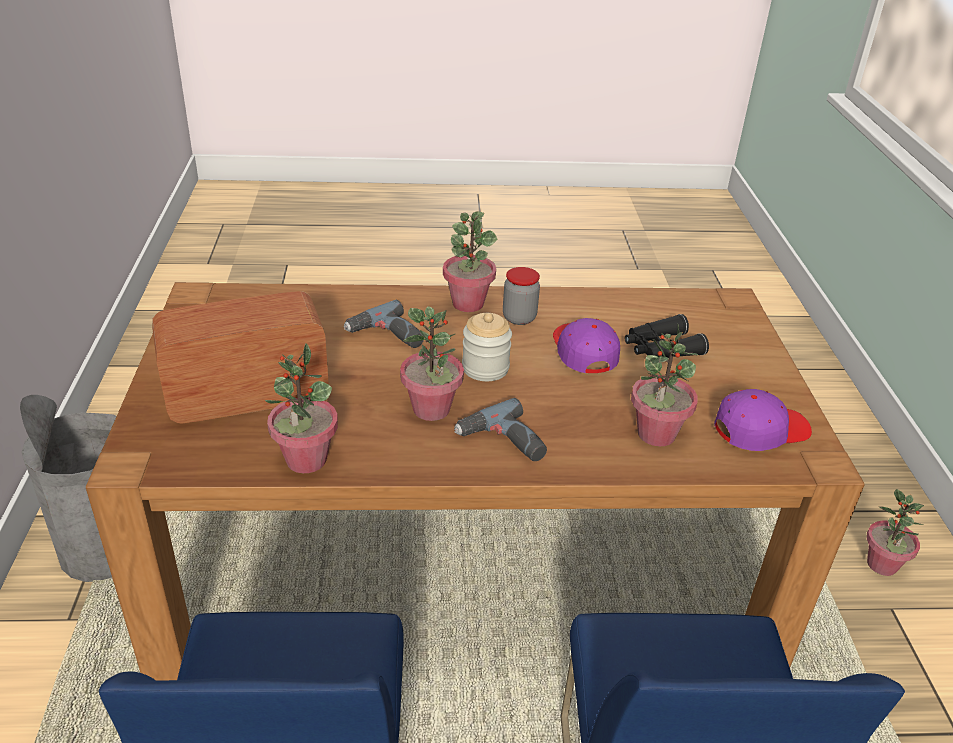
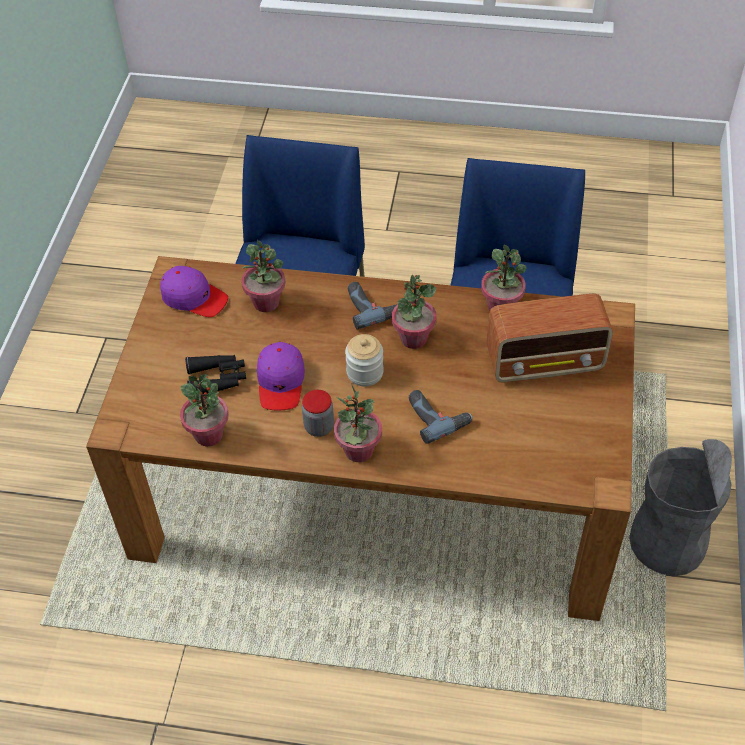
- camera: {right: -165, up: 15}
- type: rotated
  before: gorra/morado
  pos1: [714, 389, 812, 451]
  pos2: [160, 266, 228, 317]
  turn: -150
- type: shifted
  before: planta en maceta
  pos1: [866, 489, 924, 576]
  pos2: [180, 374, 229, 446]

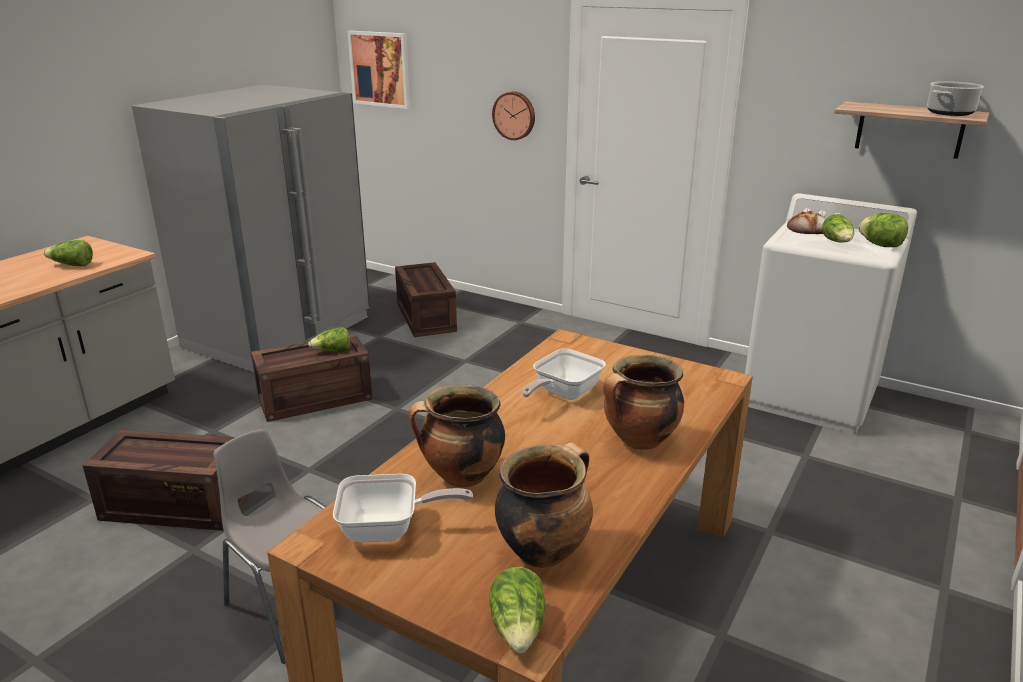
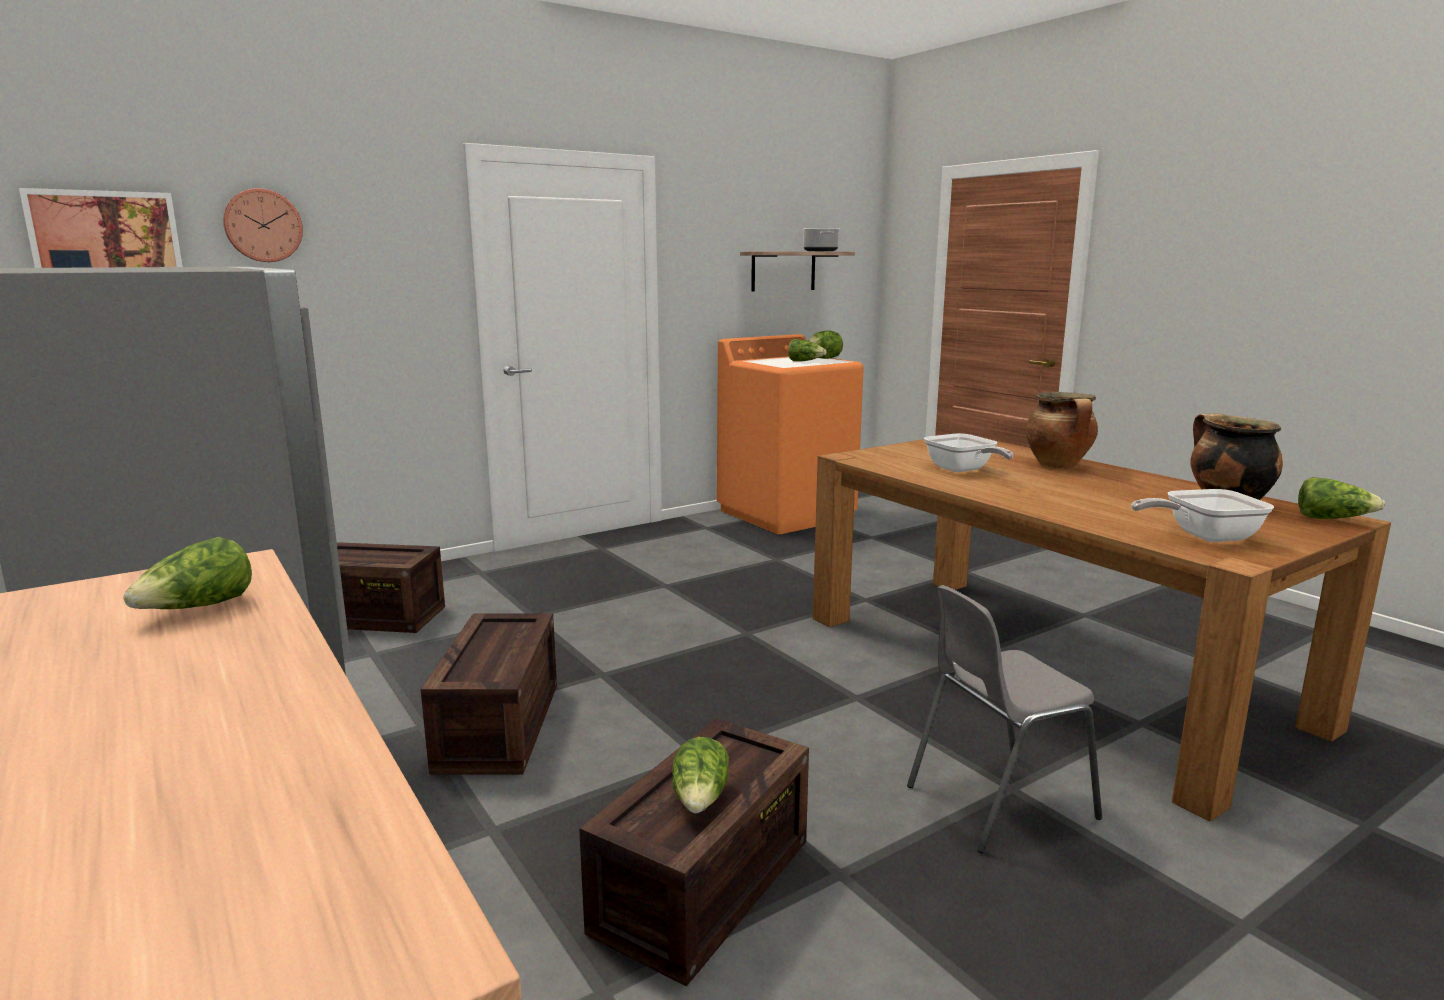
- camera: {right: -65, up: -10}
- type: shifted
  before: reloj de pared
  pos1: [492, 92, 535, 140]
  pos2: [223, 188, 303, 262]
- type: shifted
  before: lechuga
  pos1: [308, 327, 350, 351]
  pos2: [672, 737, 729, 813]
- type: repainted
  before: lavadora/blanco
  after: lavadora/naranja
  pos1: [745, 193, 917, 434]
  pos2: [717, 334, 864, 534]
- type: rotated
  before: sartén
  pos1: [333, 474, 473, 543]
  pos2: [1131, 489, 1274, 542]
  turn: -120
- type: gone
  before: olla
  pos1: [409, 384, 505, 487]
- type: gone
  before: pan
  pos1: [787, 211, 826, 234]

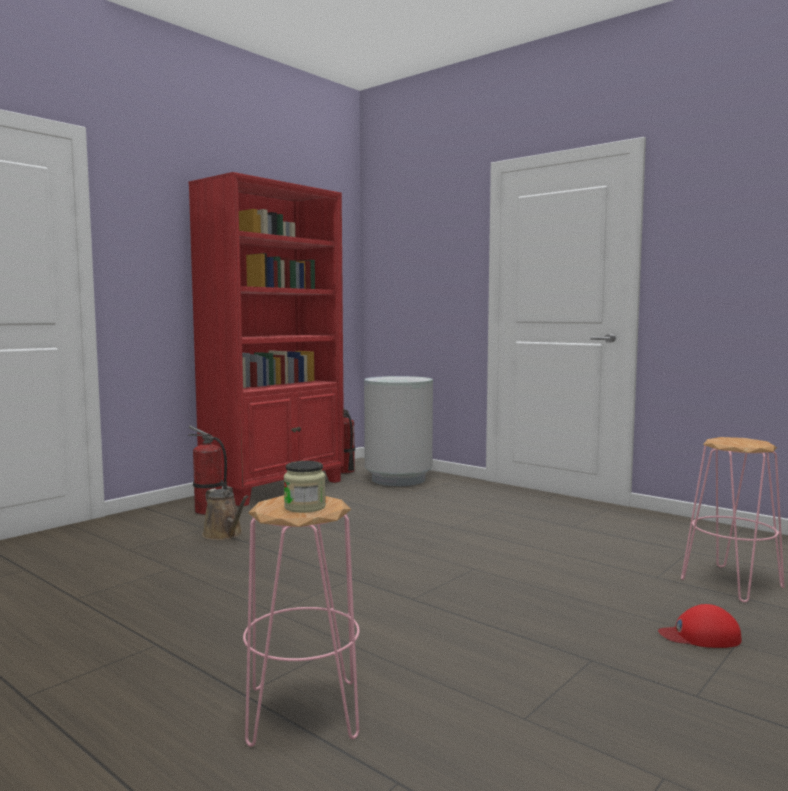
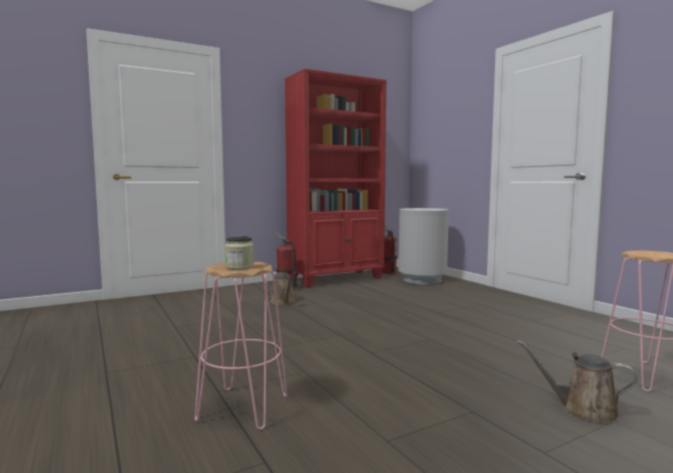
- camera: {right: 20, up: 0}
- type: swapped
  before: gorra/rojo
  after: regadera/marrón
  pos1: [658, 604, 742, 648]
  pos2: [517, 340, 637, 424]

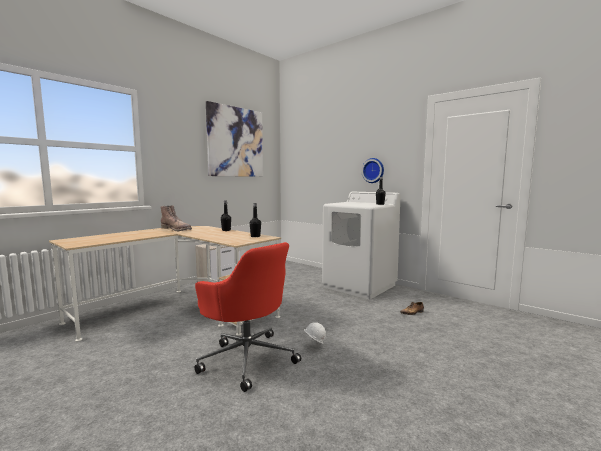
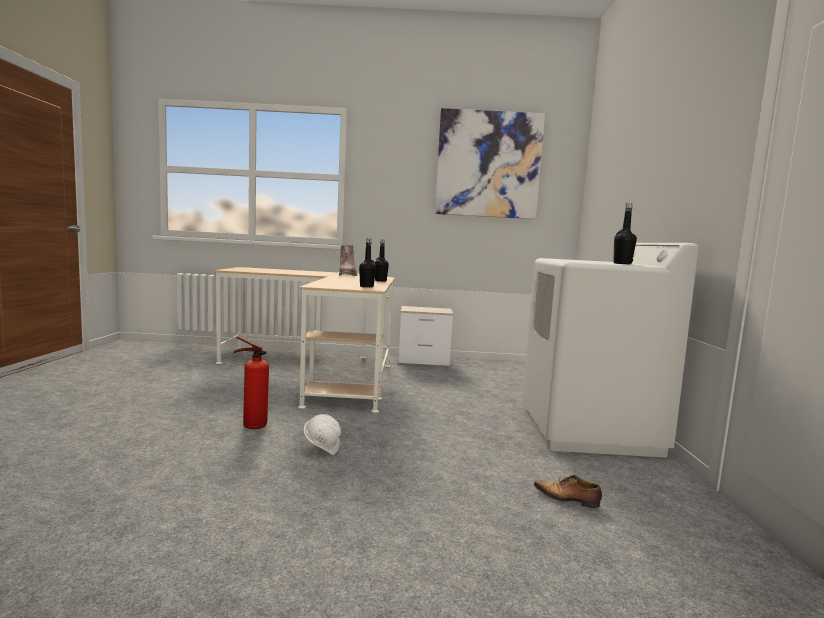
- camera: {right: 50, up: 0}
- type: swapped
  before: silla de oficina/rojo
  after: extintor
  pos1: [195, 242, 301, 392]
  pos2: [233, 336, 269, 429]
- type: gone
  before: reloj de pared
  pos1: [361, 158, 384, 183]

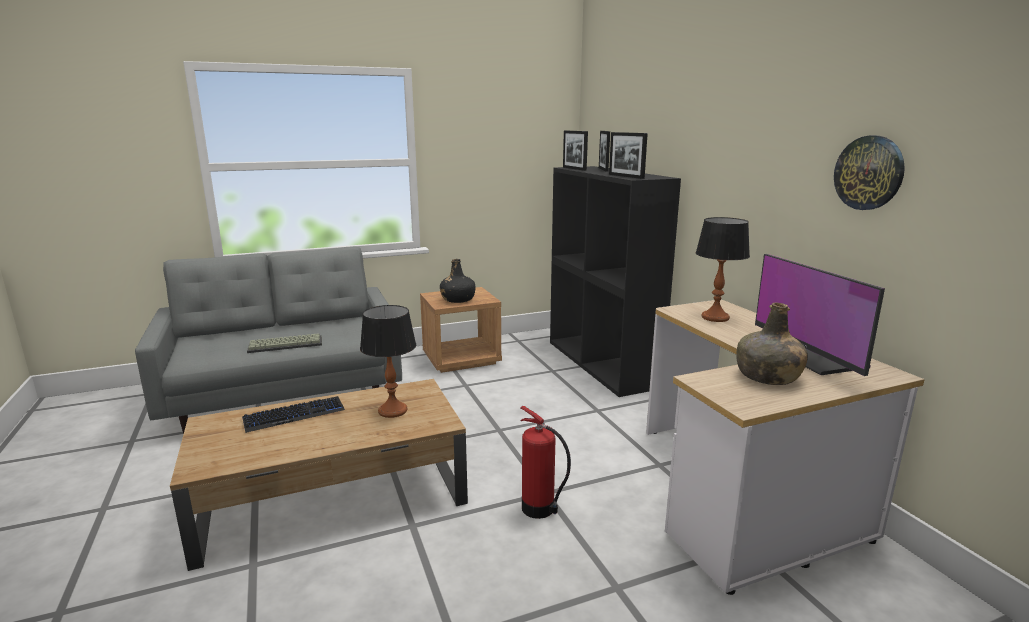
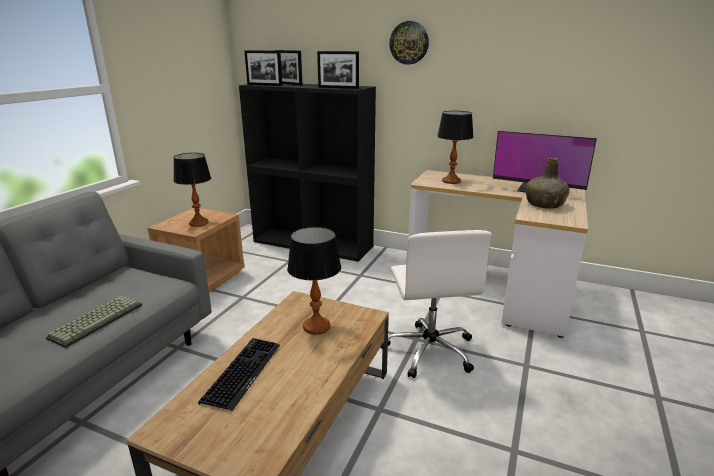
- camera: {right: -45, up: 5}
- type: swapped
  before: botella/negro
  after: lámpara de mesa
  pos1: [440, 259, 476, 303]
  pos2: [173, 153, 211, 227]
- type: swapped
  before: extintor
  after: silla de oficina/blanco
  pos1: [520, 406, 571, 519]
  pos2: [380, 230, 492, 378]
- type: shifted
  before: reloj de pared
  pos1: [834, 136, 905, 210]
  pos2: [389, 21, 429, 65]

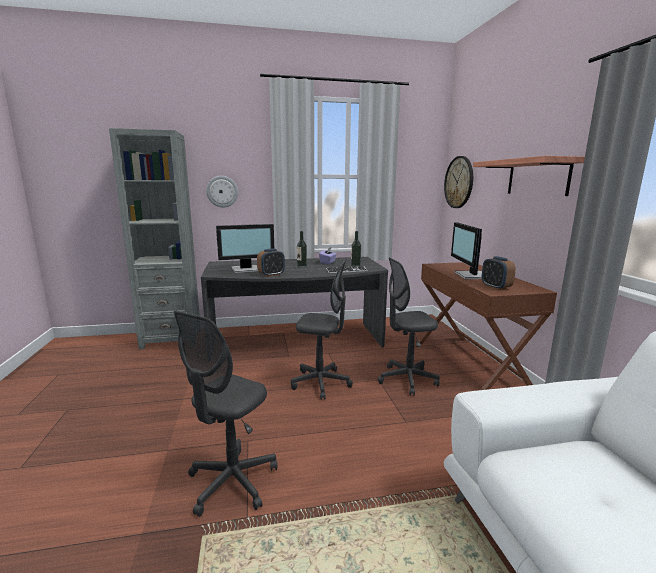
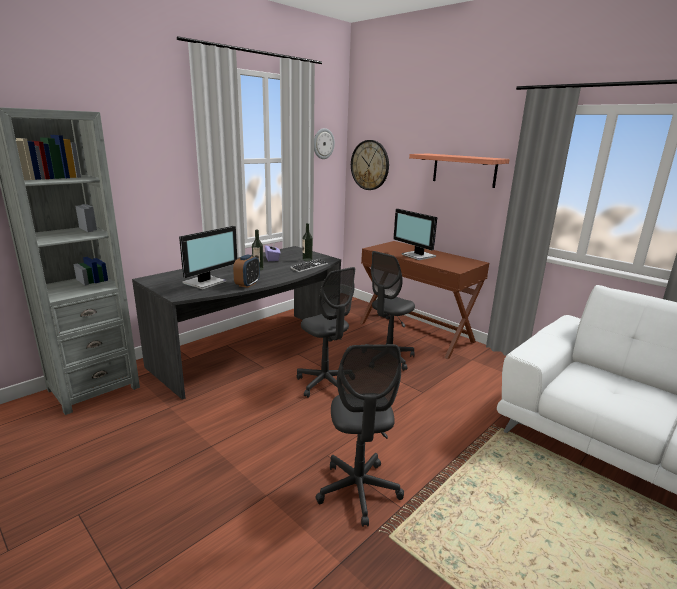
- camera: {right: -35, up: 5}
- type: rotated
  before: silla de oficina/gris
  pos1: [291, 259, 353, 400]
  pos2: [297, 267, 355, 397]
  turn: 75
- type: shifted
  before: reloj de pared
  pos1: [206, 176, 238, 208]
  pos2: [314, 128, 335, 159]
- type: gone
  before: despertador
  pos1: [482, 256, 516, 290]

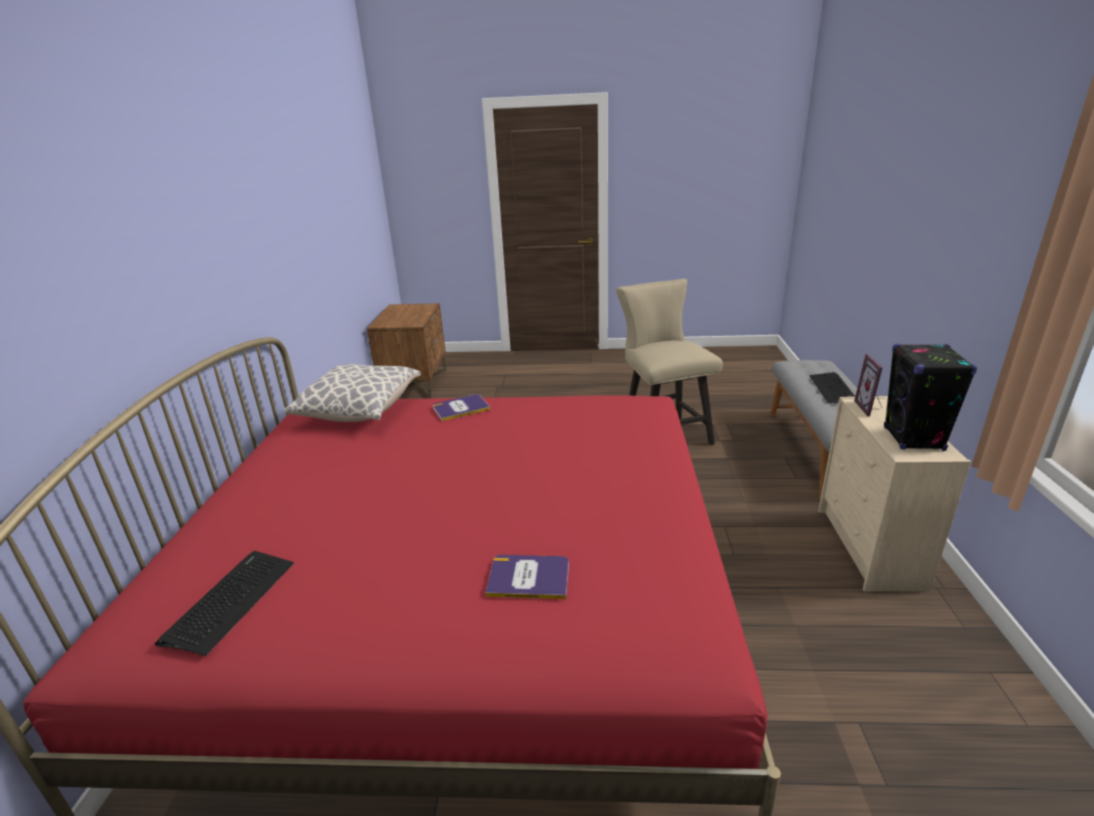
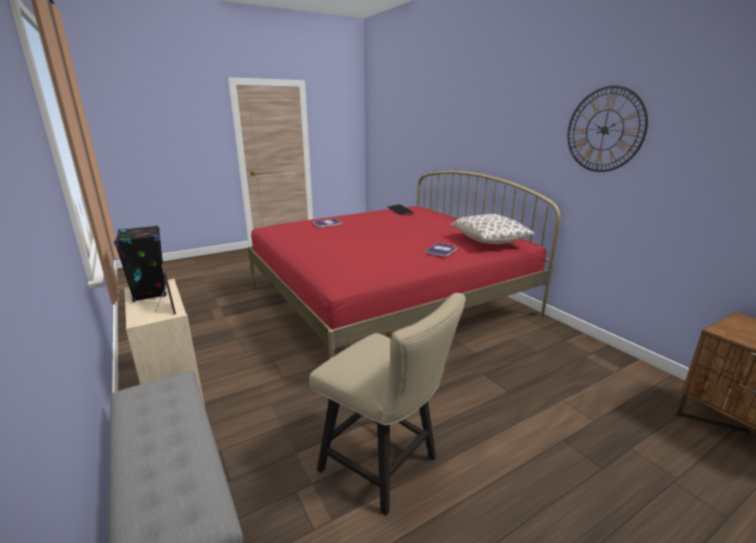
- camera: {right: 145, up: -5}
- type: new
  after: reloj de pared
  pos2: [567, 86, 648, 172]
- type: gone
  before: teclado
  pos1: [809, 372, 855, 403]

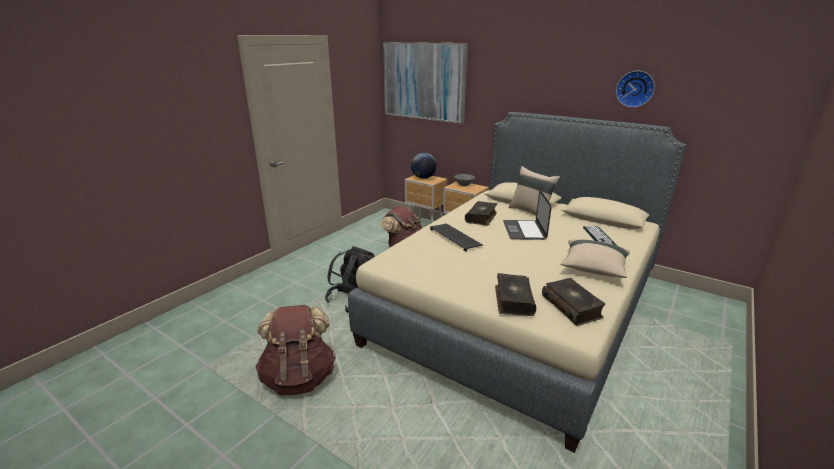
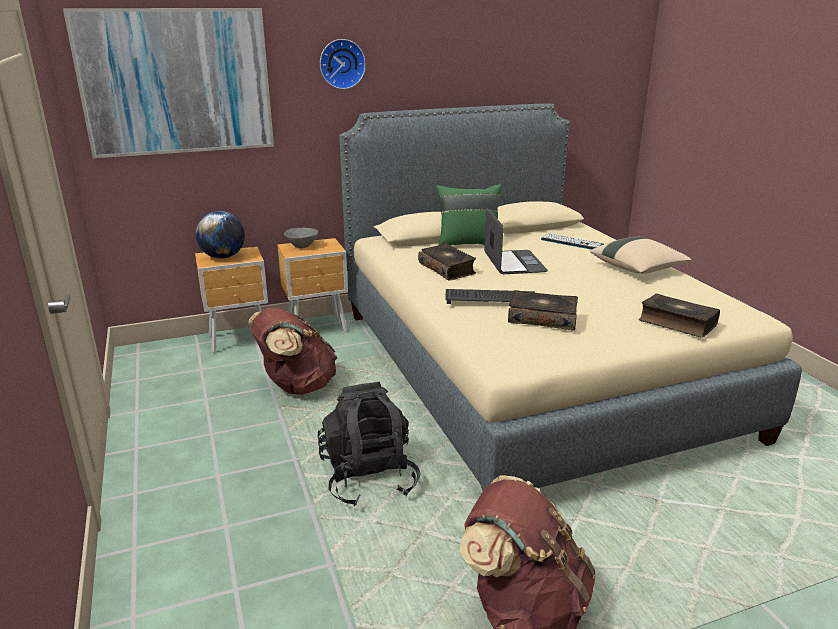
- camera: {right: -55, up: 0}
- type: shifted
  before: reloj de pared
  pos1: [616, 71, 655, 108]
  pos2: [320, 39, 366, 89]
- type: repainted
  before: cojín/beis
  after: cojín/verde
  pos1: [509, 166, 560, 216]
  pos2: [436, 184, 501, 245]
- type: rotated
  before: portátil
  pos1: [503, 190, 552, 240]
  pos2: [484, 208, 548, 274]
  turn: -135
- type: shifted
  before: libro
  pos1: [542, 278, 605, 326]
  pos2: [508, 290, 578, 331]

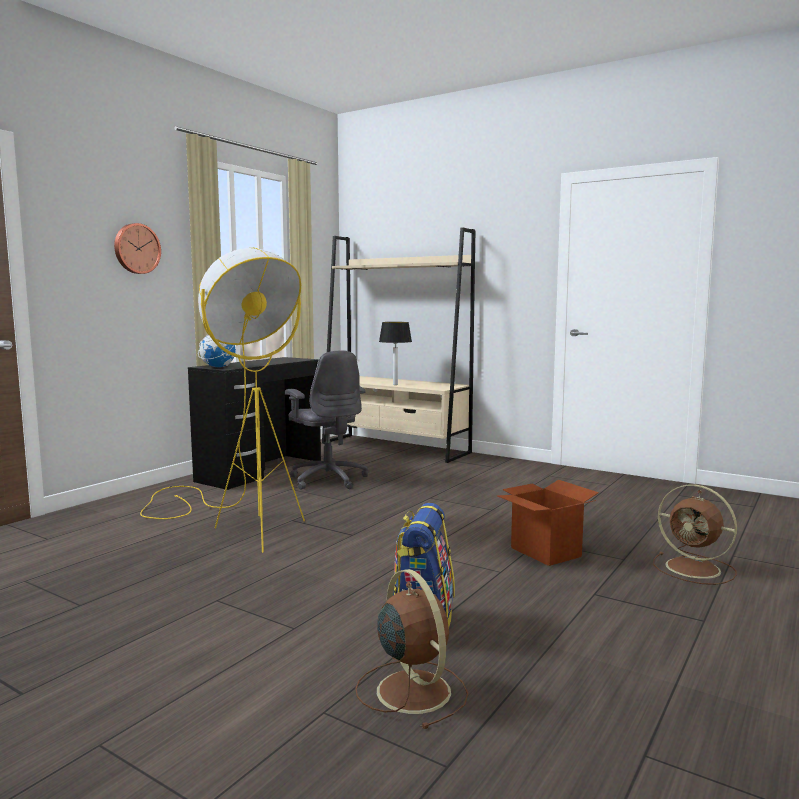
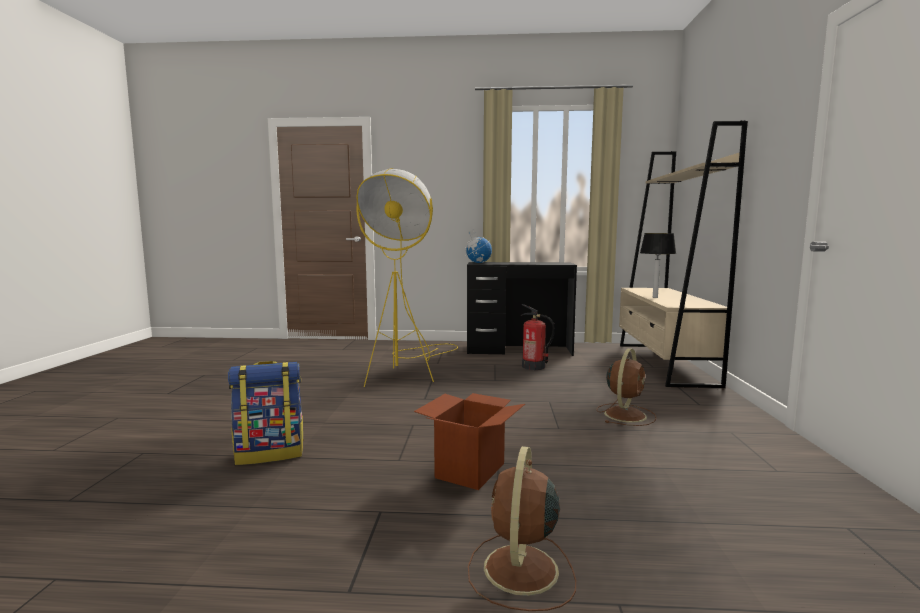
- camera: {right: 60, up: 0}
- type: swapped
  before: silla de oficina/gris
  after: extintor
  pos1: [285, 350, 368, 490]
  pos2: [521, 304, 555, 370]
- type: shifted
  before: ventilador/marrón
  pos1: [355, 569, 468, 729]
  pos2: [597, 348, 656, 426]
- type: gone
  before: reloj de pared
  pos1: [114, 223, 161, 274]

